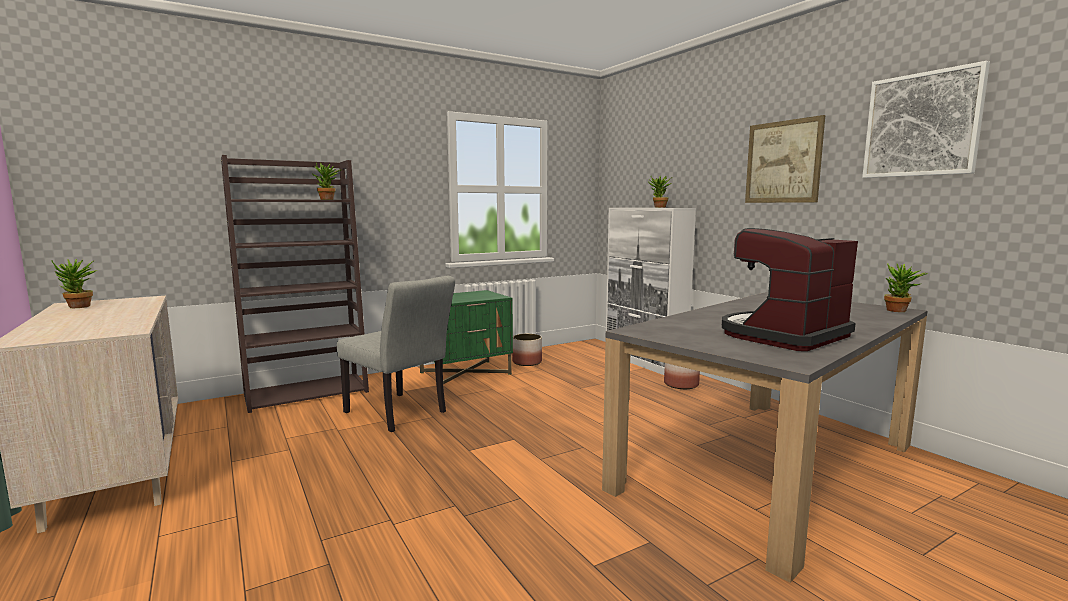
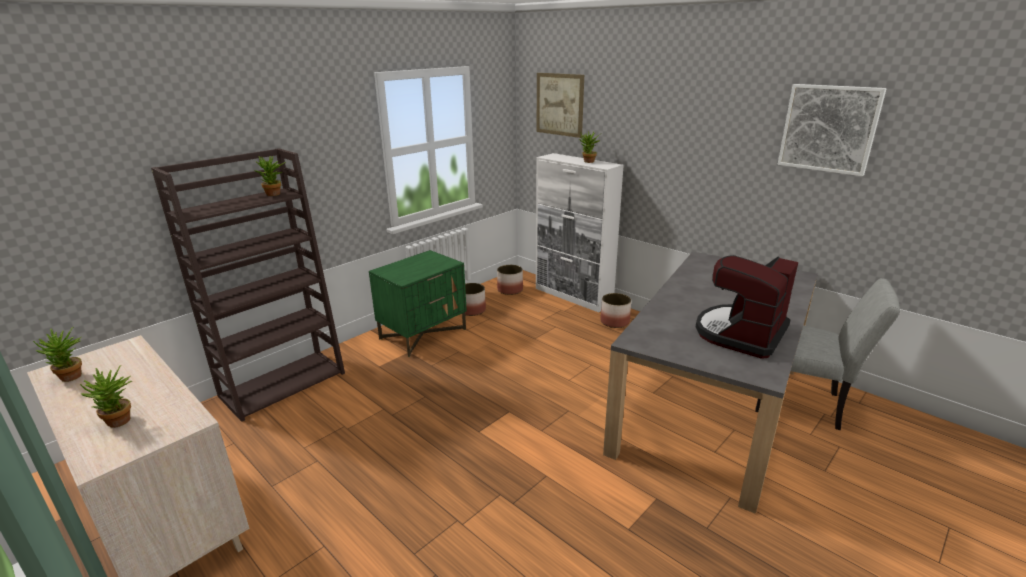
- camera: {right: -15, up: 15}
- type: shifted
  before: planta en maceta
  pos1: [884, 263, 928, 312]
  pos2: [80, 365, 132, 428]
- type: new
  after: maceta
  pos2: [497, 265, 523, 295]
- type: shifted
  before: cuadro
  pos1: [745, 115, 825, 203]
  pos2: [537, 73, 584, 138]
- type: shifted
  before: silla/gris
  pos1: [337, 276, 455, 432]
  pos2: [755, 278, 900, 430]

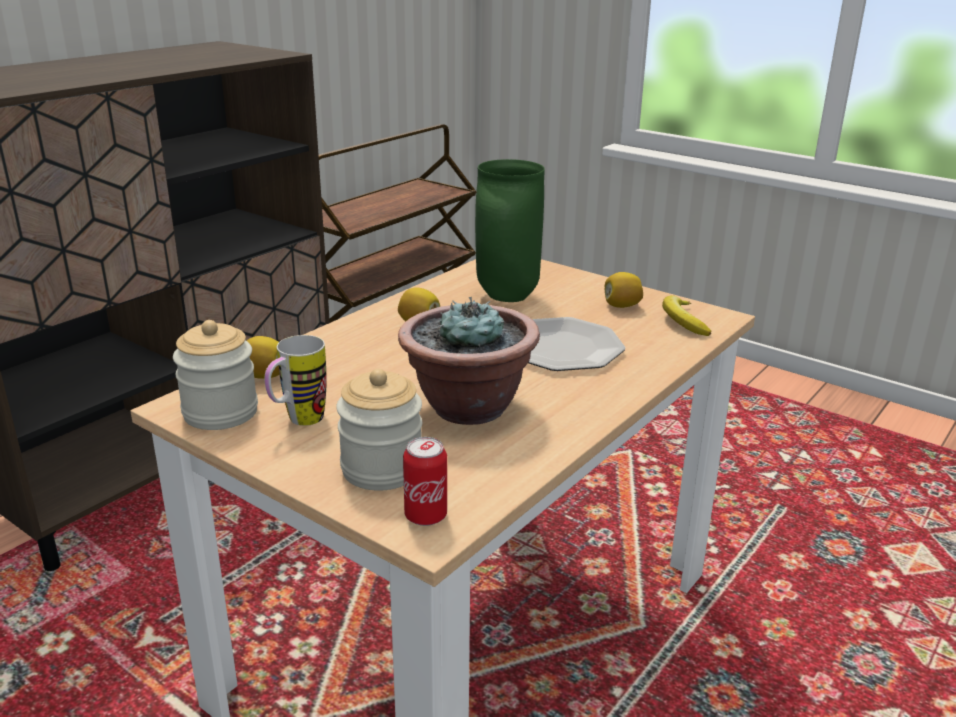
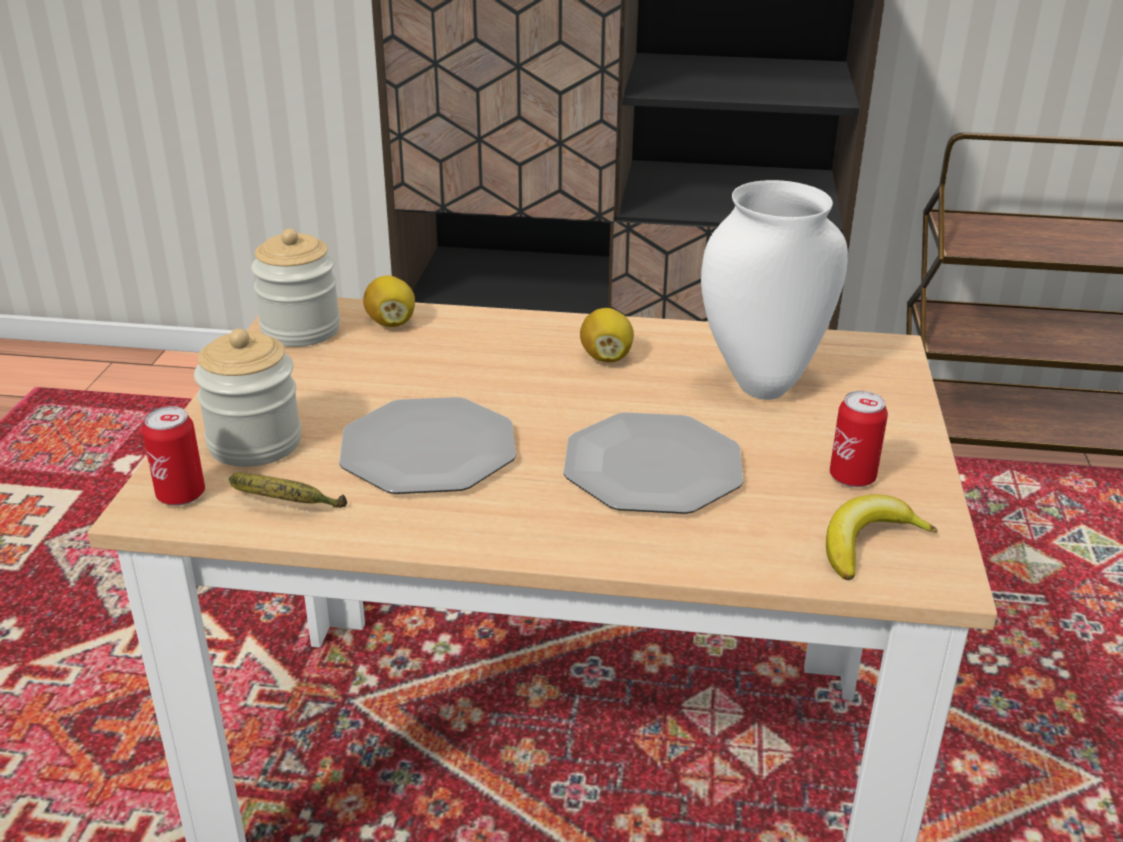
- camera: {right: 60, up: 5}
- type: new
  after: plátano
  pos2: [229, 472, 347, 508]
- type: swapped
  before: planta en maceta
  after: plato
  pos1: [398, 296, 540, 425]
  pos2: [339, 397, 516, 494]
- type: repainted
  before: florero/verde
  after: florero/blanco
  pos1: [475, 159, 545, 302]
  pos2: [701, 180, 848, 400]
- type: swapped
  before: limón
  after: lata
  pos1: [605, 272, 643, 308]
  pos2: [830, 391, 888, 487]
- type: gone
  before: taza grande
  pos1: [265, 335, 327, 426]

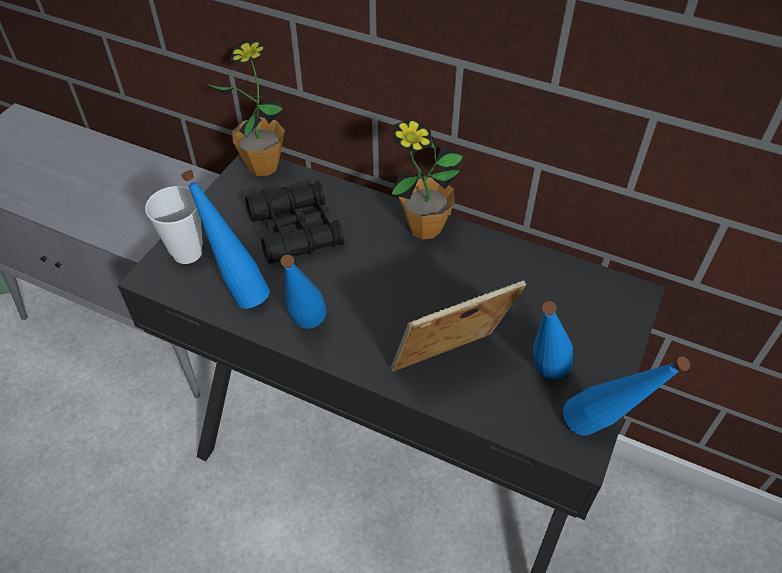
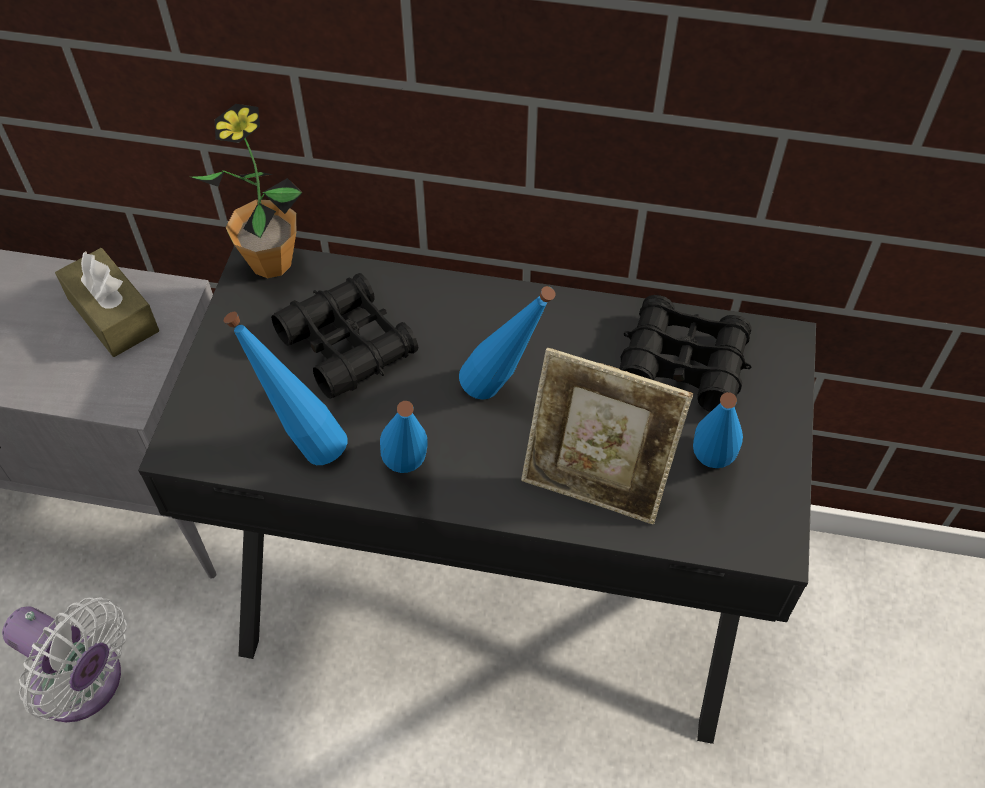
- camera: {right: -15, up: 5}
- type: new
  after: ventilador/blanco
  pos2: [2, 597, 127, 722]
- type: new
  after: caja de pañuelos/marrón
  pos2: [55, 248, 159, 357]
- type: shifted
  before: botella/azul
  pos1: [563, 356, 690, 436]
  pos2: [459, 286, 555, 400]
- type: rotated
  before: portarretratos
  pos1: [390, 281, 526, 371]
  pos2: [521, 348, 693, 524]
  turn: -120
- type: new
  after: prismáticos/negro
  pos2: [619, 295, 752, 412]
- type: gone
  before: taza
  pos1: [145, 186, 203, 264]
- type: gone
  before: planta en maceta
  pos1: [391, 119, 463, 239]

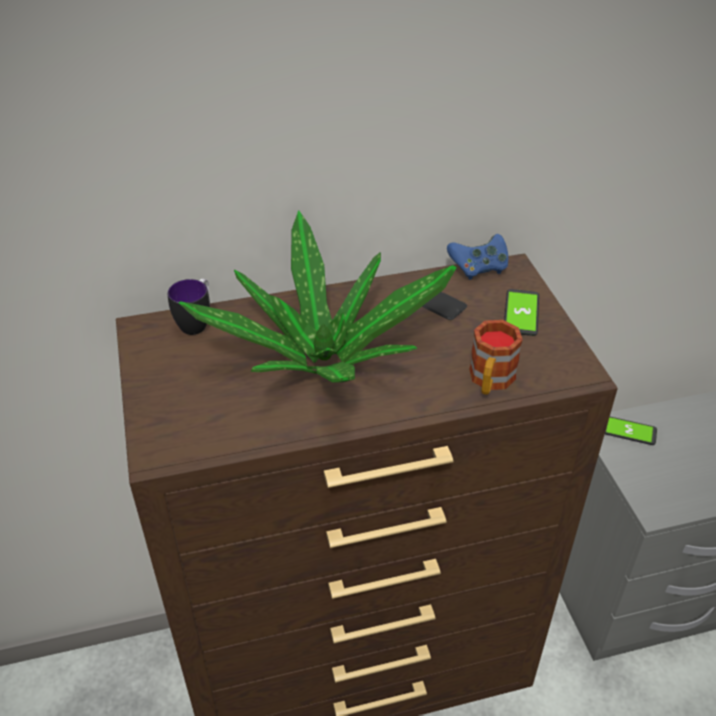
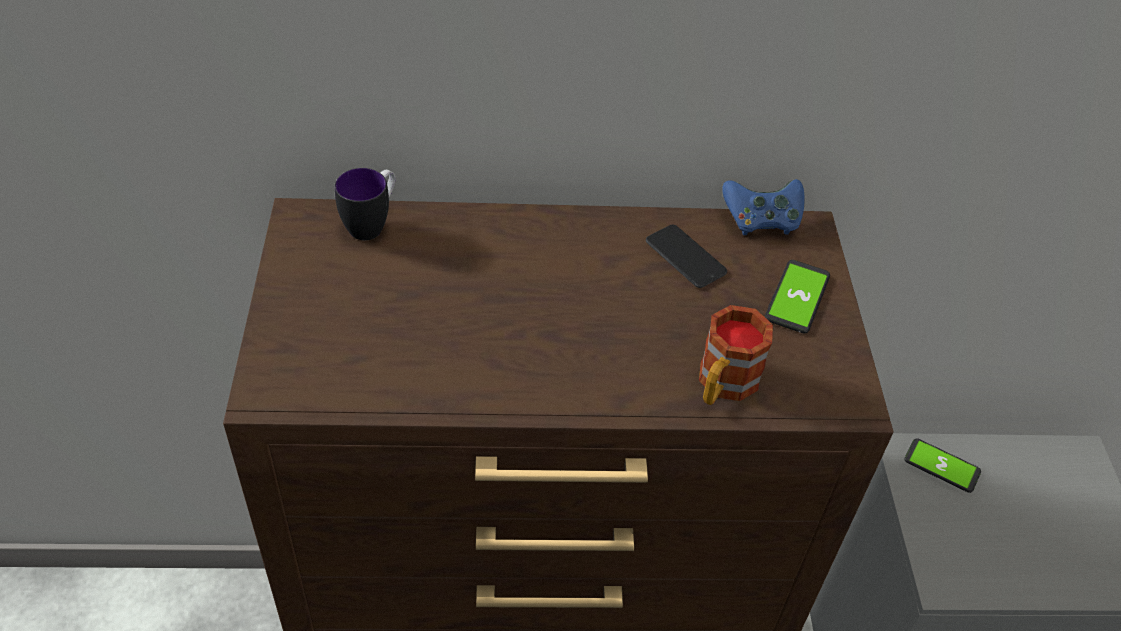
- camera: {right: 10, up: 5}
- type: gone
  before: planta en maceta
  pos1: [179, 210, 457, 383]

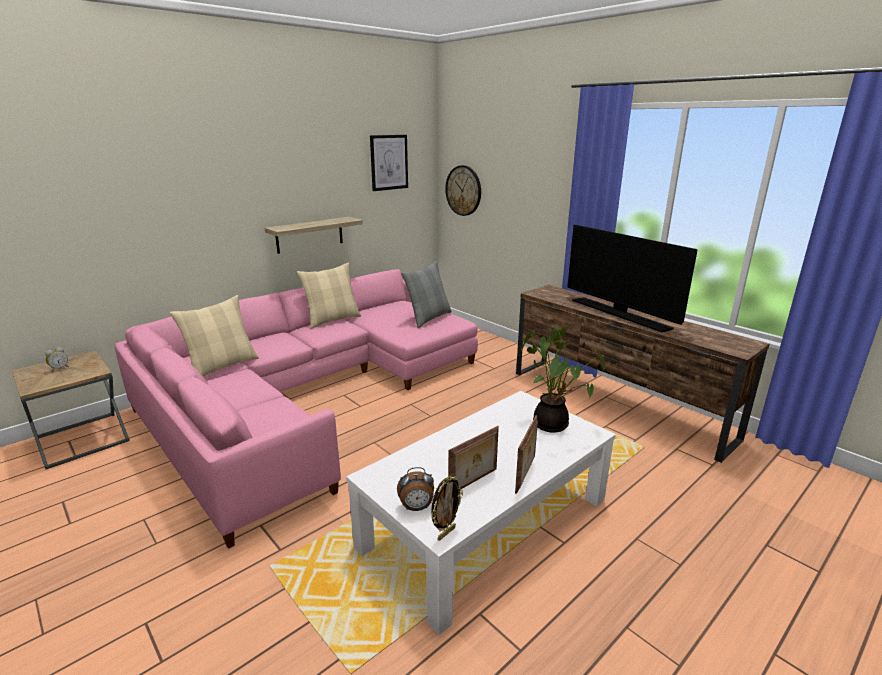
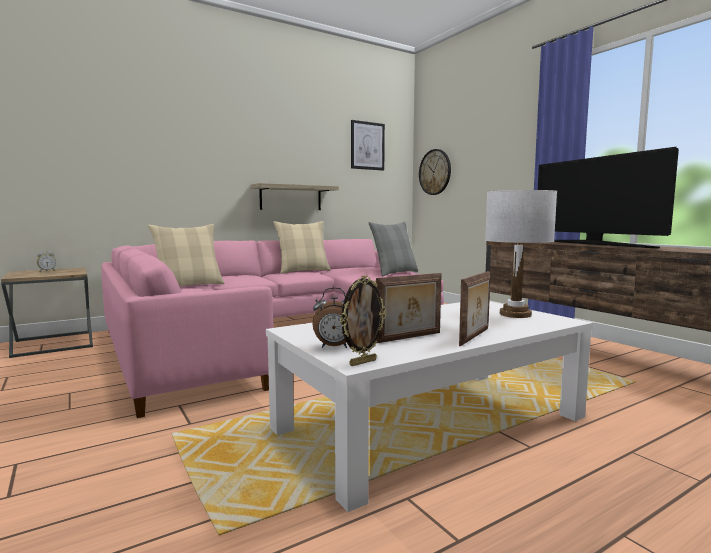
- camera: {right: 10, up: -15}
- type: swapped
  before: planta en maceta
  after: lámpara de mesa/blanco
  pos1: [521, 324, 606, 433]
  pos2: [485, 190, 557, 318]

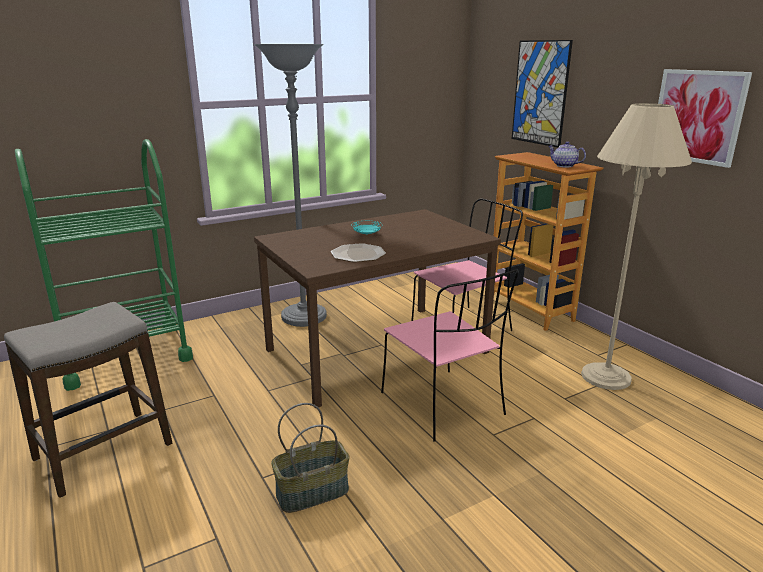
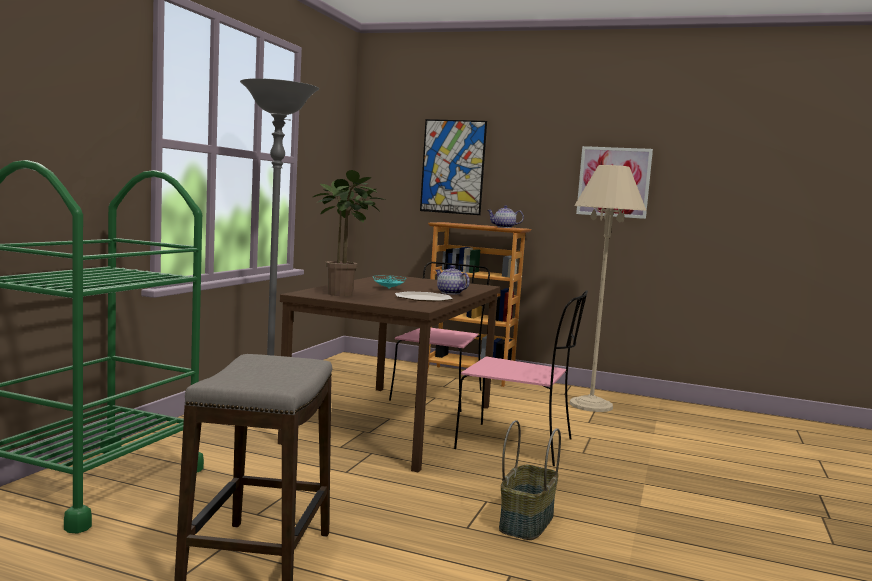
- camera: {right: -40, up: -15}
- type: new
  after: planta en maceta
  pos2: [313, 170, 385, 296]
- type: new
  after: tetera
  pos2: [436, 265, 470, 295]

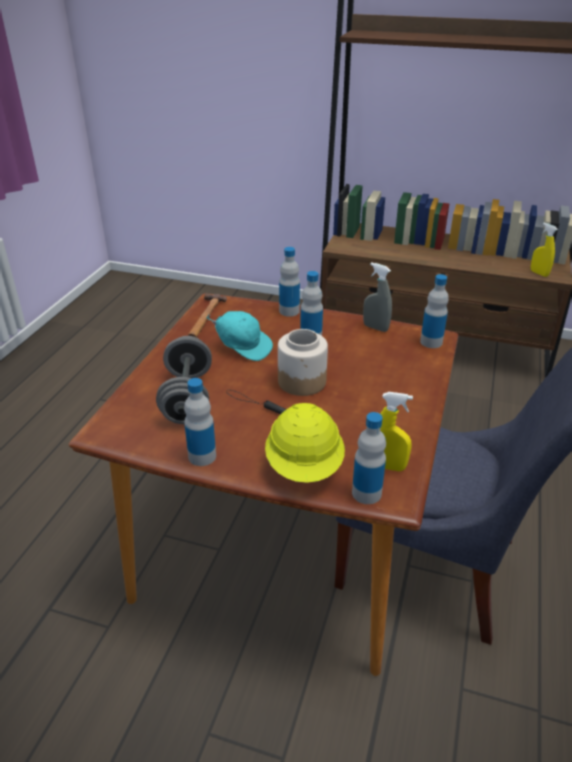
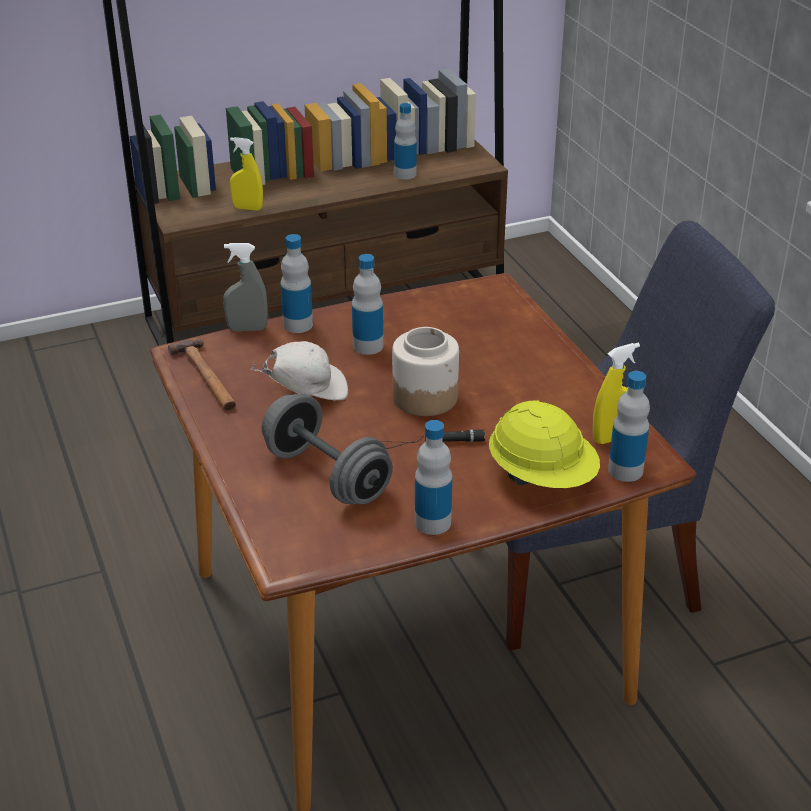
- camera: {right: -40, up: 0}
- type: shifted
  before: pulverizador/gris
  pos1: [363, 262, 392, 332]
  pos2: [223, 243, 268, 331]
- type: shifted
  before: pulverizador/amarillo
  pos1: [531, 223, 558, 277]
  pos2: [230, 137, 263, 211]
- type: repainted
  before: gorra/turquesa
  after: gorra/blanco
  pos1: [206, 311, 273, 361]
  pos2: [251, 341, 348, 401]
- type: shifted
  before: botella
  pos1: [420, 274, 449, 348]
  pos2: [394, 103, 417, 180]

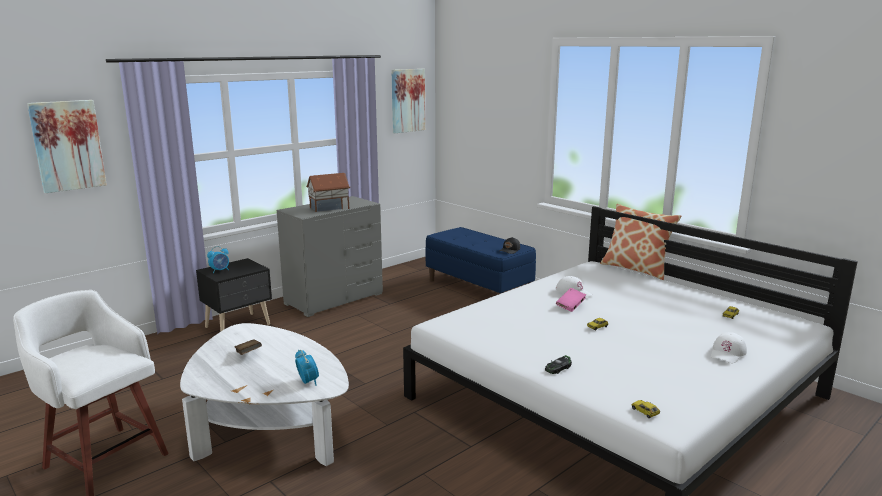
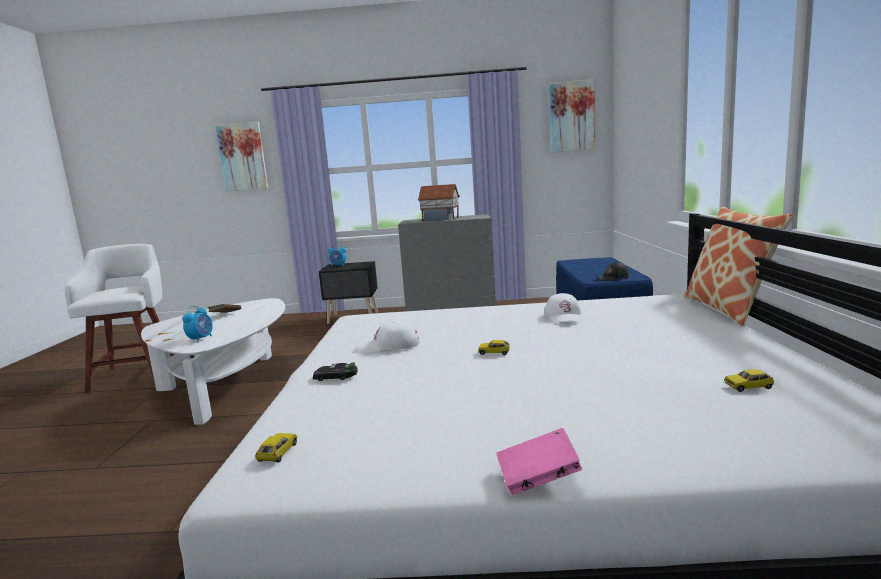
- camera: {right: 45, up: -5}
- type: shifted
  before: gorra/blanco
  pos1: [711, 332, 747, 364]
  pos2: [357, 321, 420, 353]
- type: shifted
  before: libro/rosa
  pos1: [556, 288, 586, 312]
  pos2: [496, 428, 582, 495]

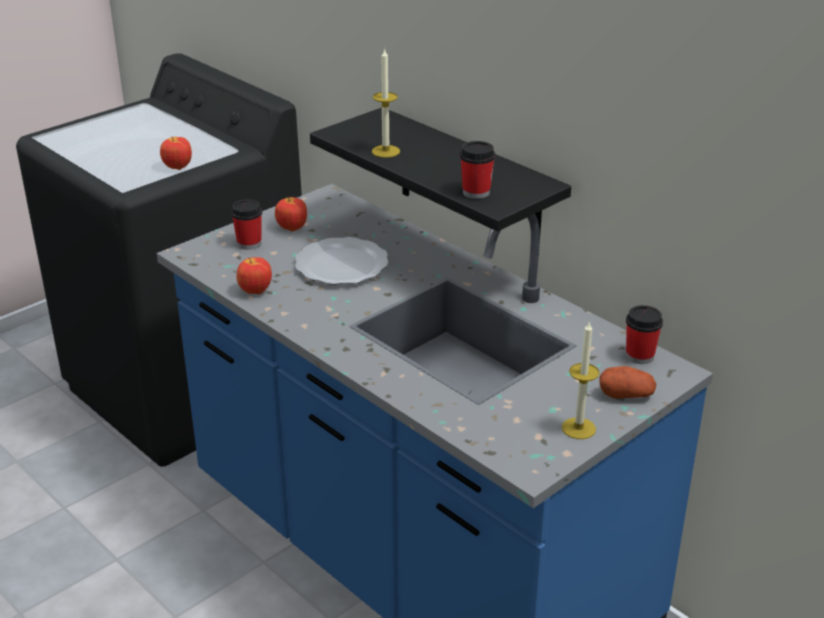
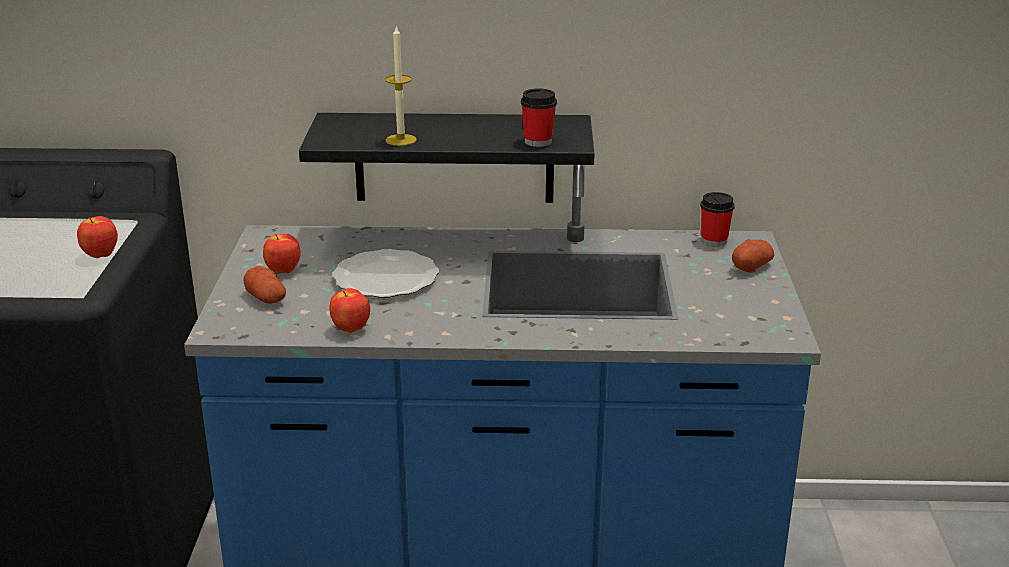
- camera: {right: -45, up: -5}
- type: swapped
  before: taza
  after: patata
  pos1: [231, 199, 262, 250]
  pos2: [244, 266, 286, 304]
- type: gone
  before: vela
  pos1: [562, 322, 600, 439]

